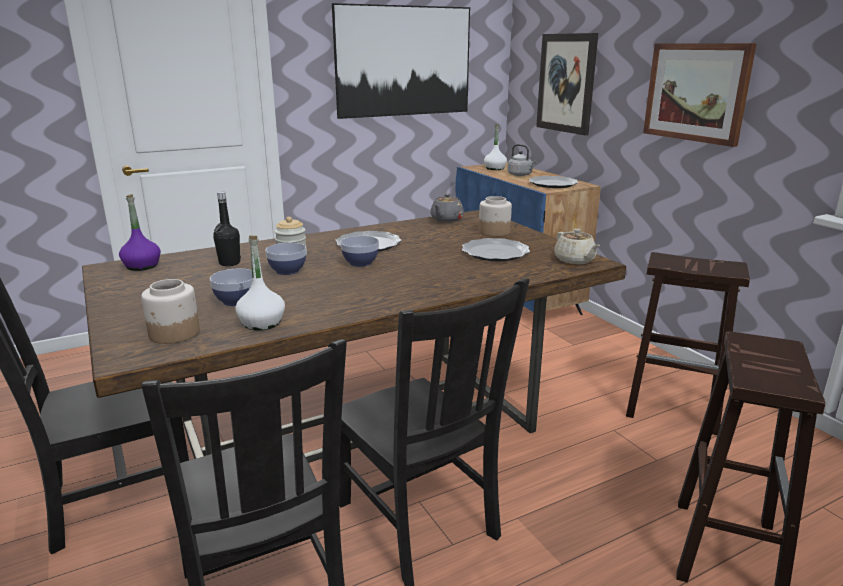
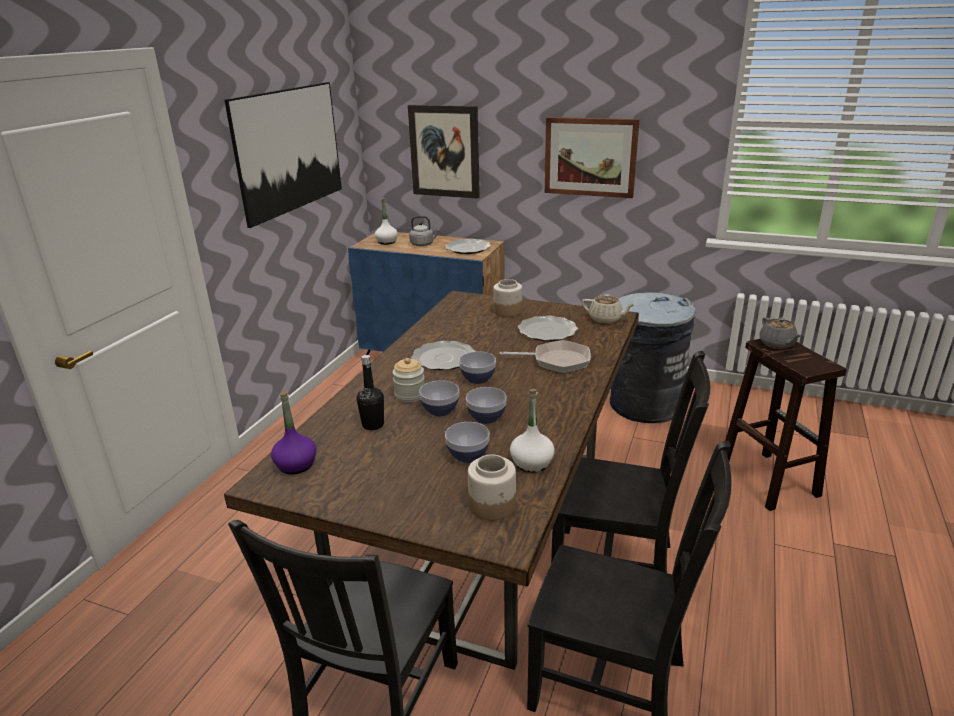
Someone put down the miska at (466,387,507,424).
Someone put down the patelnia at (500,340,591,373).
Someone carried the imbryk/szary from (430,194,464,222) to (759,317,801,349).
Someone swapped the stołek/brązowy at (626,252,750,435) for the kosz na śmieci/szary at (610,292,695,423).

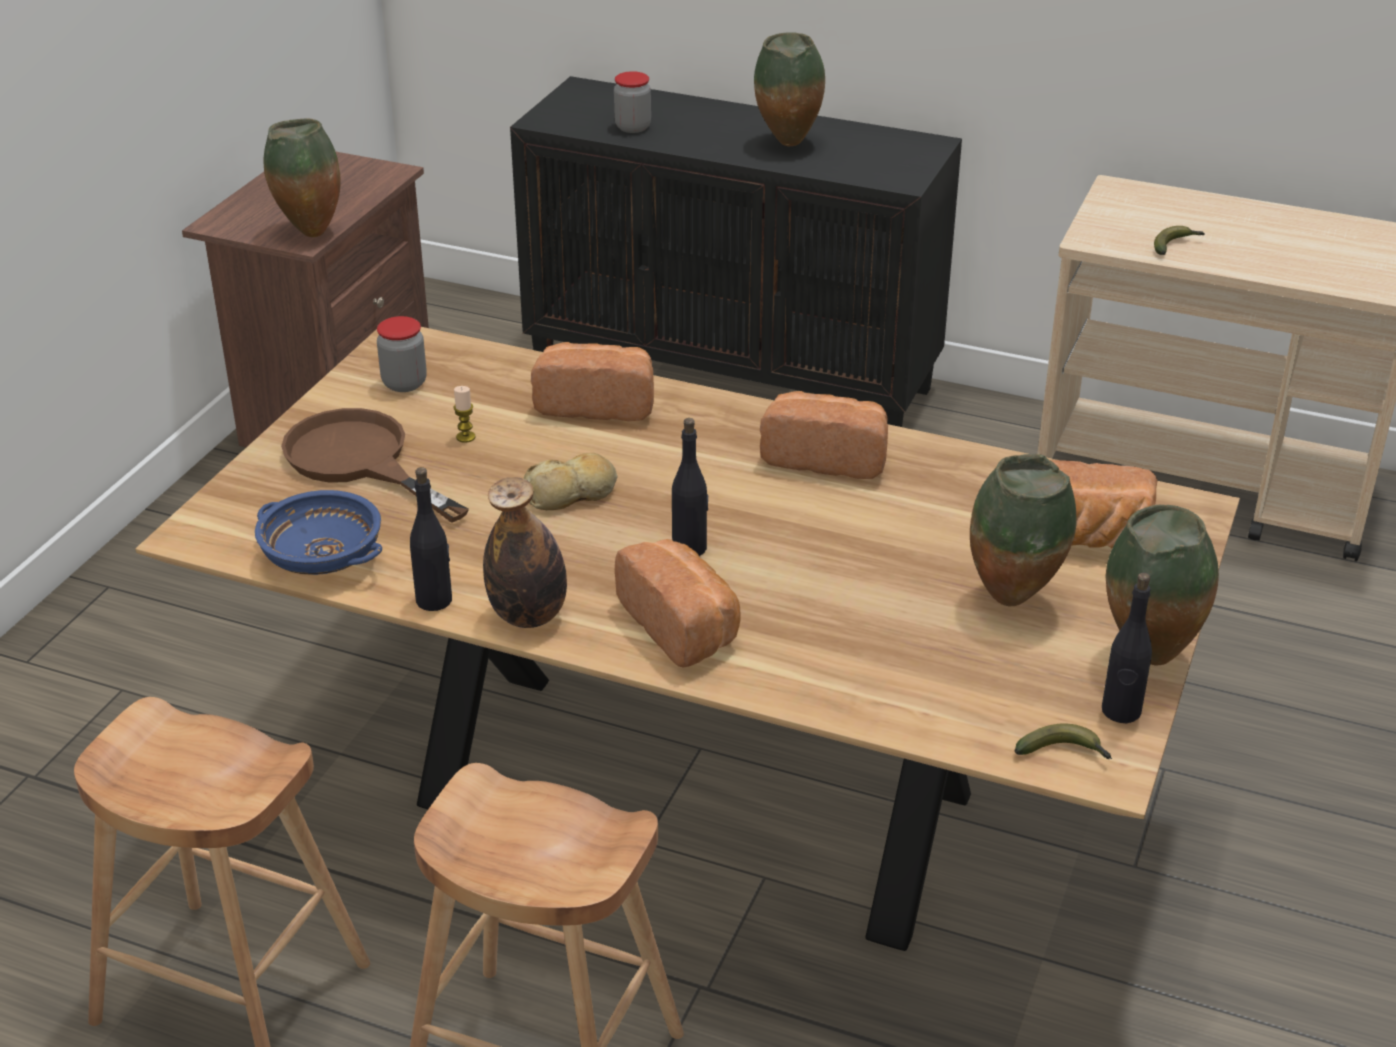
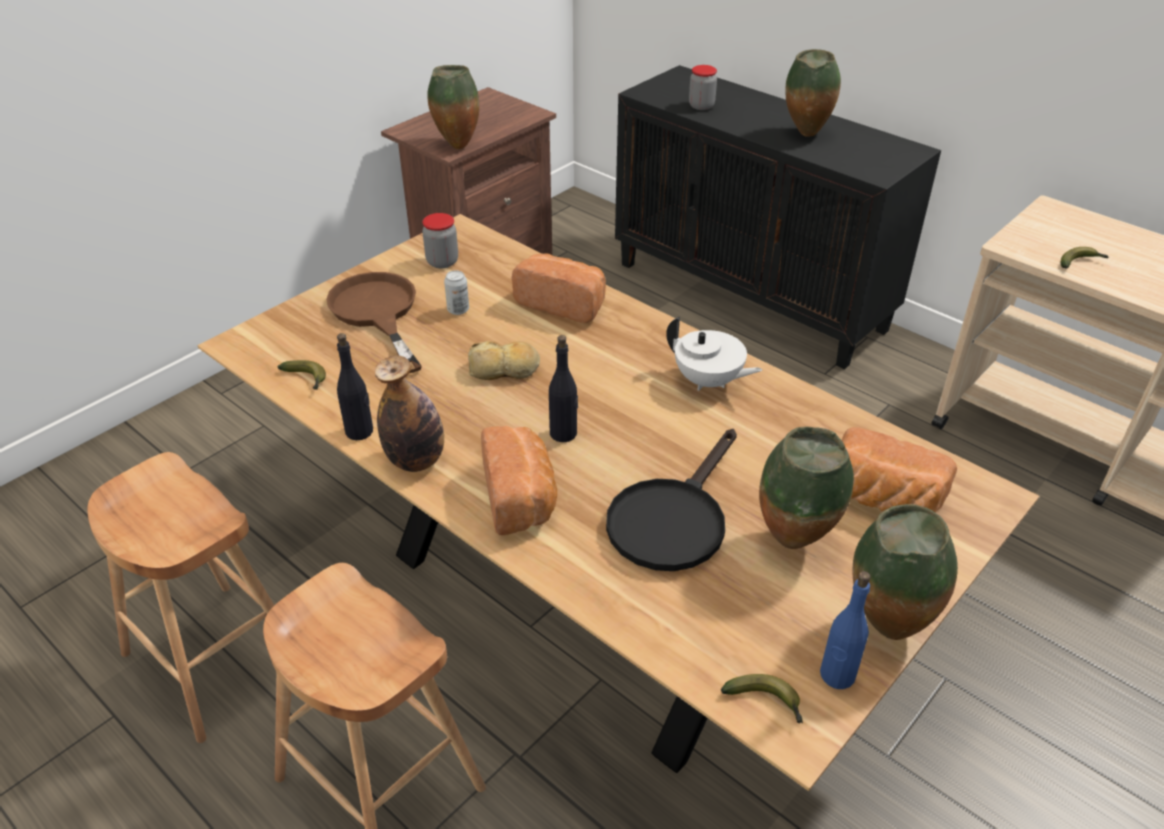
Someone put down the patelnia/czarny at (606,429,737,571).
Someone swapped the miska/niebieski at (255,490,382,575) for the banan at (278,360,326,390).
Someone swapped the świeca at (453,386,476,443) for the puszka at (444,270,469,315).
Someone swapped the chleb at (760,391,888,479) for the imbryk/biały at (666,317,762,391).
Someone repainted the butelka/czarny at (1102,573,1152,723), which became the butelka/niebieski at (820,571,871,689).

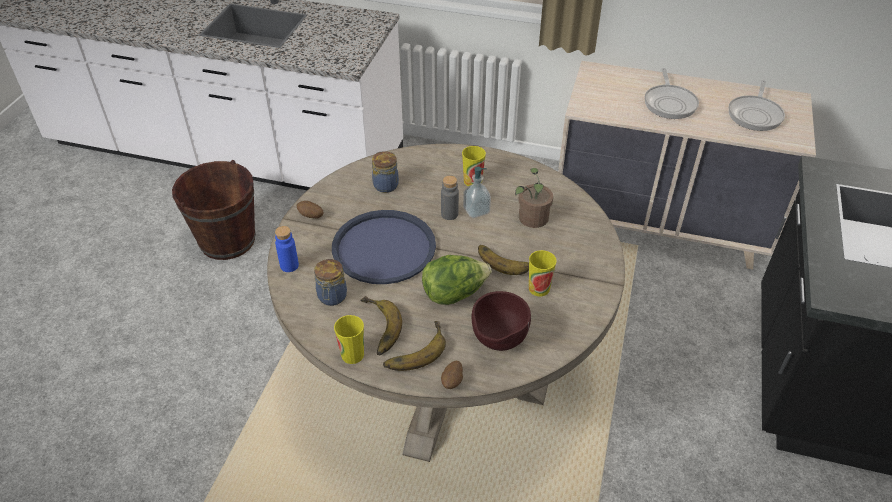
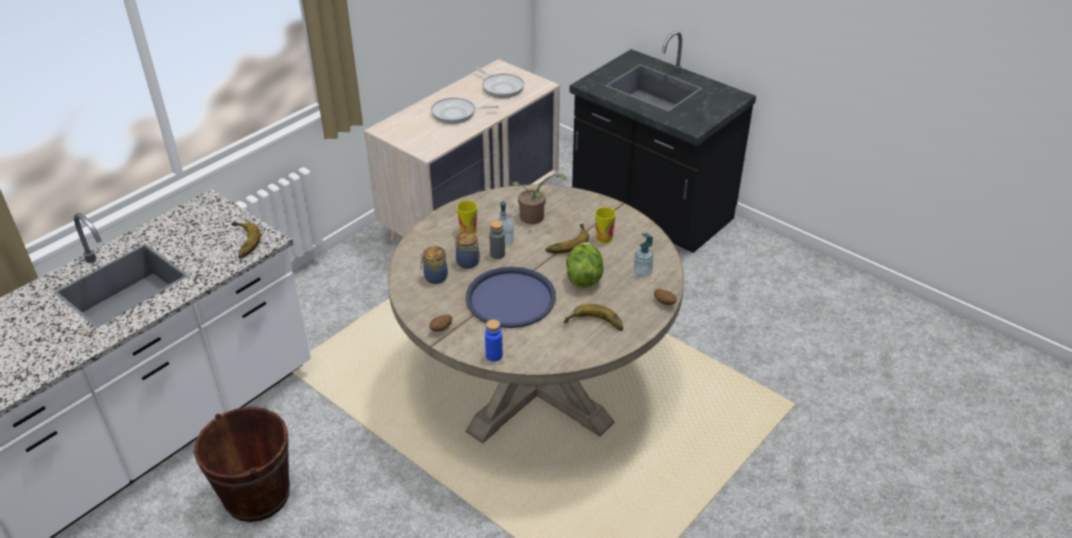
Someone took away the filiżanka at (334,315,364,364).
Someone carried the słoik from (314,259,347,306) to (456,231,480,269).
Someone carried the banan from (383,321,446,371) to (231,221,261,259).
Someone swapped the miska/brązowy at (471,291,531,351) for the dozownik mydła at (634,233,654,277).
Someone rotated the patelnia at (645,68,699,119) by 150 degrees clockwise.

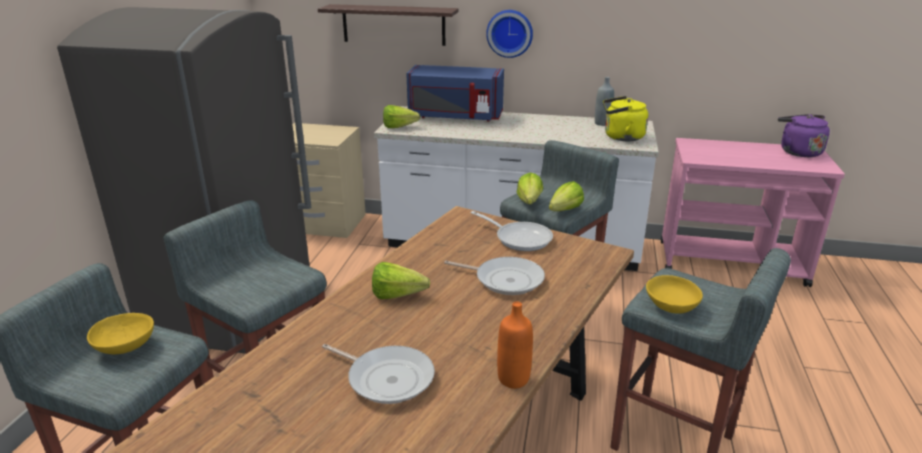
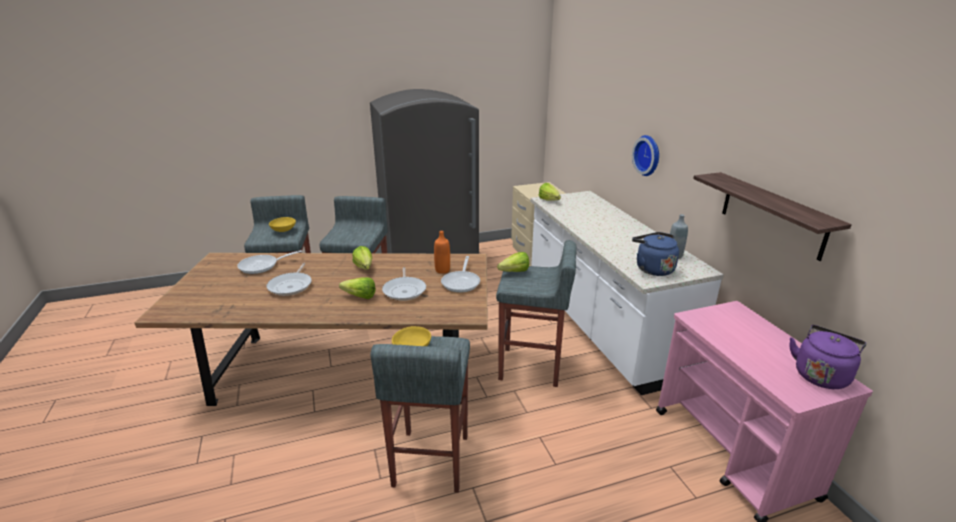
Someone took away the mikrofalówka/niebieski at (406,65,504,122).
Someone put down the patelnia at (237,250,302,274).
Someone carried the półka from (318,4,459,46) to (693,172,852,261).
Someone carried the butelka/pomarańczowy from (497,301,533,389) to (434,231,450,274).
Someone carried the sałata from (549,181,584,211) to (339,277,376,299).
Someone repainted the czajnik/żółty at (603,96,648,141), which became the czajnik/niebieski at (632,232,679,276).

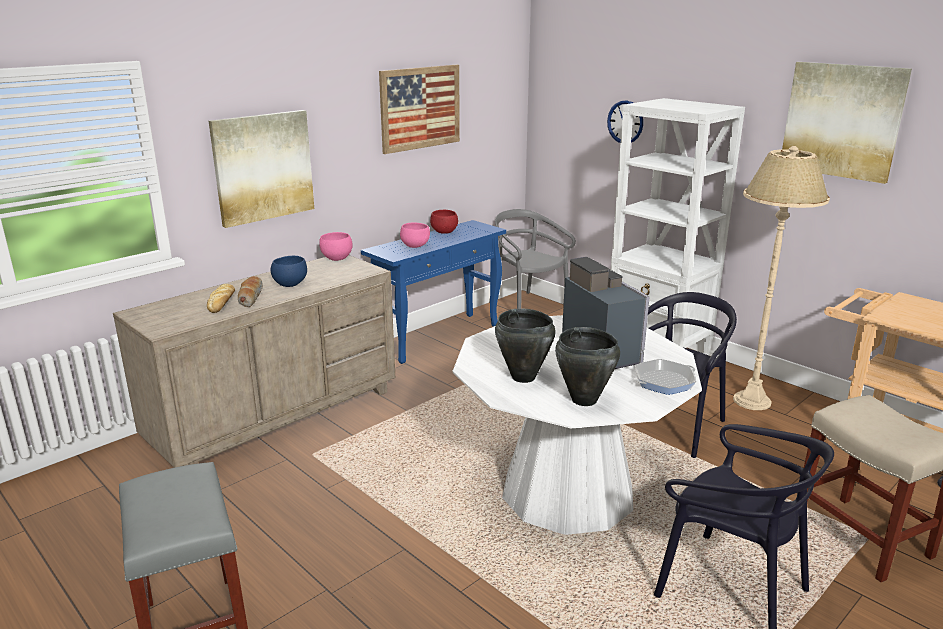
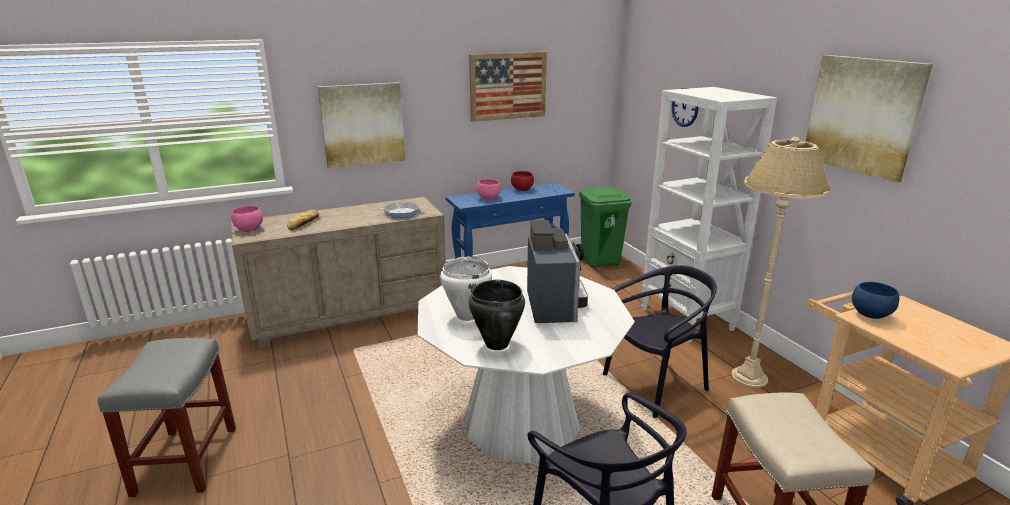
Someone took away the chleb at (238,276,263,307).
Someone carried the miska/niebieski from (271,256,307,287) to (852,282,899,319).
Someone carried the miska/różowy from (319,232,353,261) to (231,206,263,232).
Someone carried the patelnia from (634,359,696,395) to (380,202,423,218).
Someone swapped the krzesło/szary at (489,209,576,309) for the kosz na śmieci/zielony at (576,187,632,268).
Someone repainted the garnek/czarny at (495,308,556,383), which became the garnek/biały at (440,257,492,321).

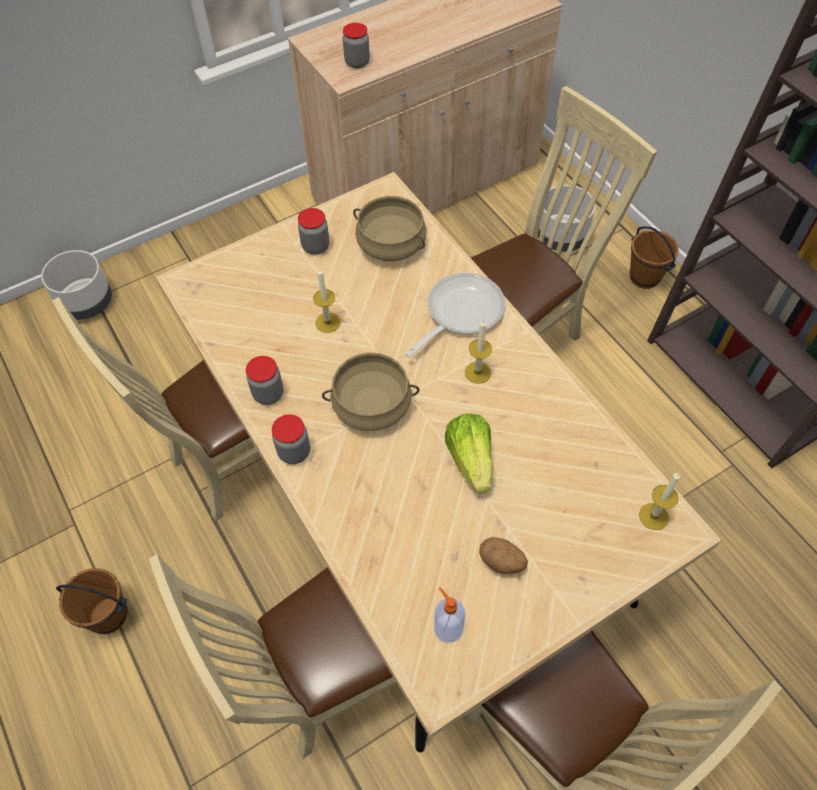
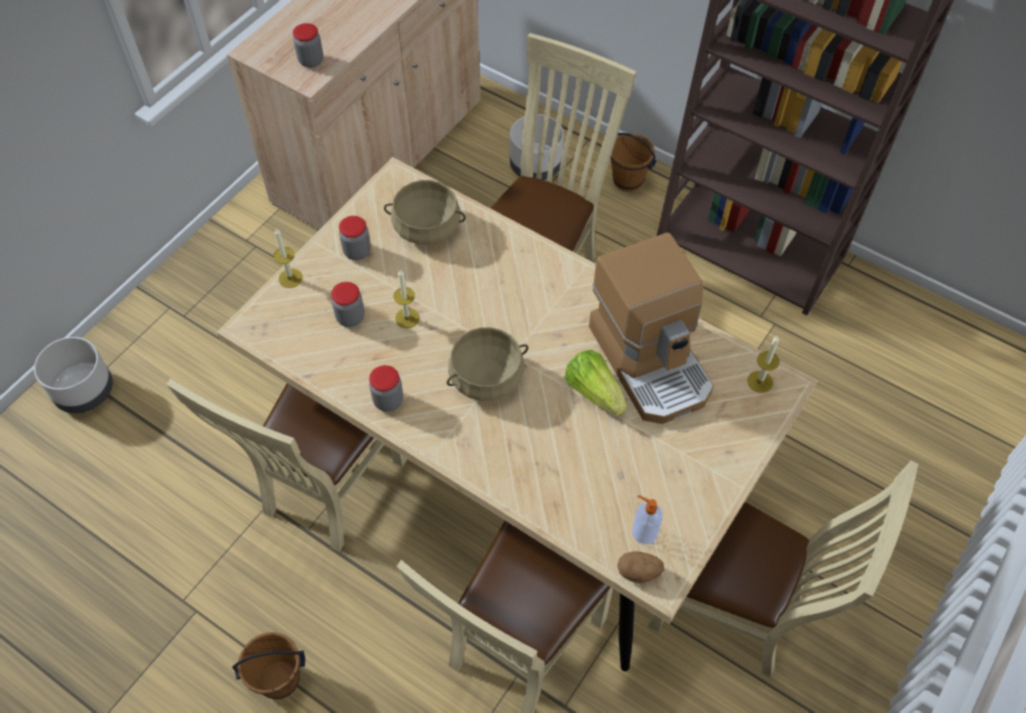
Someone took away the patelnia at (405,273,505,358).
Someone put down the ekspres do kawy at (589,233,714,424).
Someone carried the słoik from (272,414,310,464) to (331,282,365,327).
Someone carried the świeca from (465,320,492,384) to (273,228,303,288).
Someone carried the ziemniak from (479,537,528,574) to (617,551,665,583).

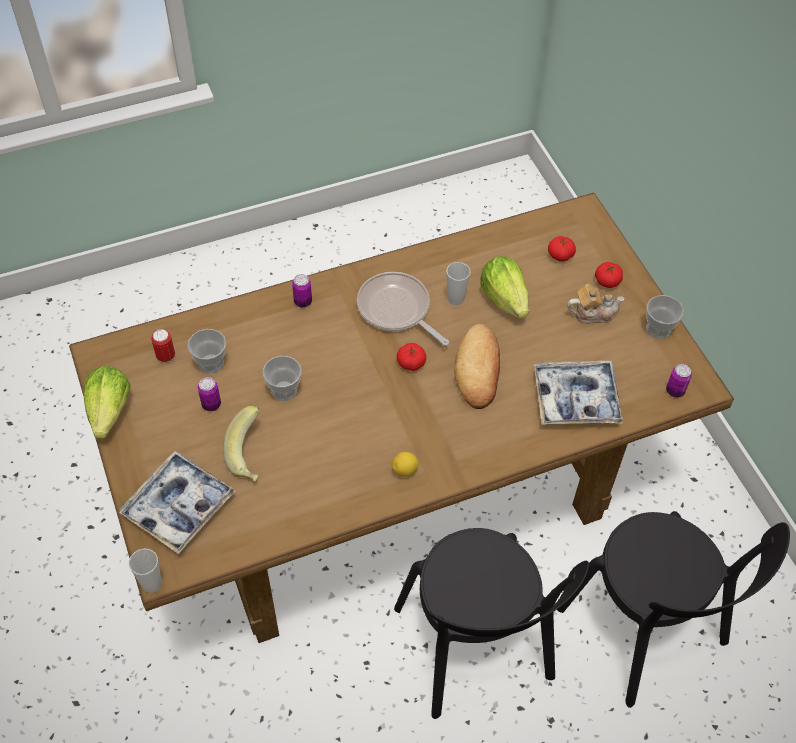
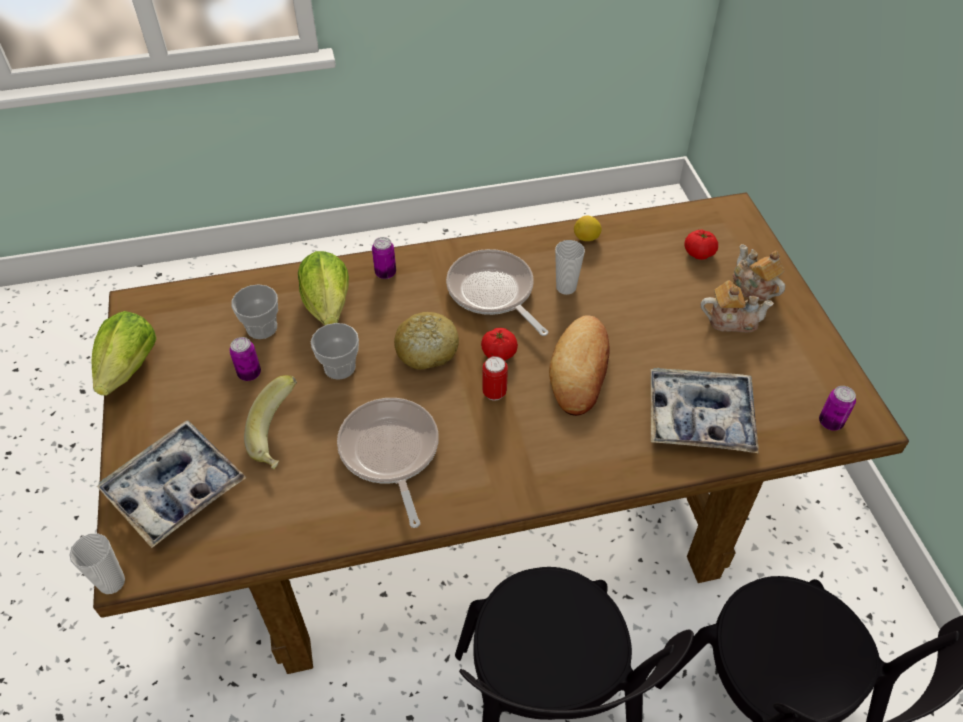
Someone took away the filiżanka at (646,295,684,339).
Someone put down the patelnia at (337,398,439,528).
Someone put down the chleb at (394,312,459,369).
Someone carried the puszka from (151,329,175,363) to (482,356,508,401).
Someone carried the cytryna from (392,452,418,477) to (574,216,602,241).
Someone carried the sałata from (481,256,529,319) to (298,251,349,325).
Someone swapped the pomidor at (595,262,623,288) for the imbryk at (733,244,785,301).

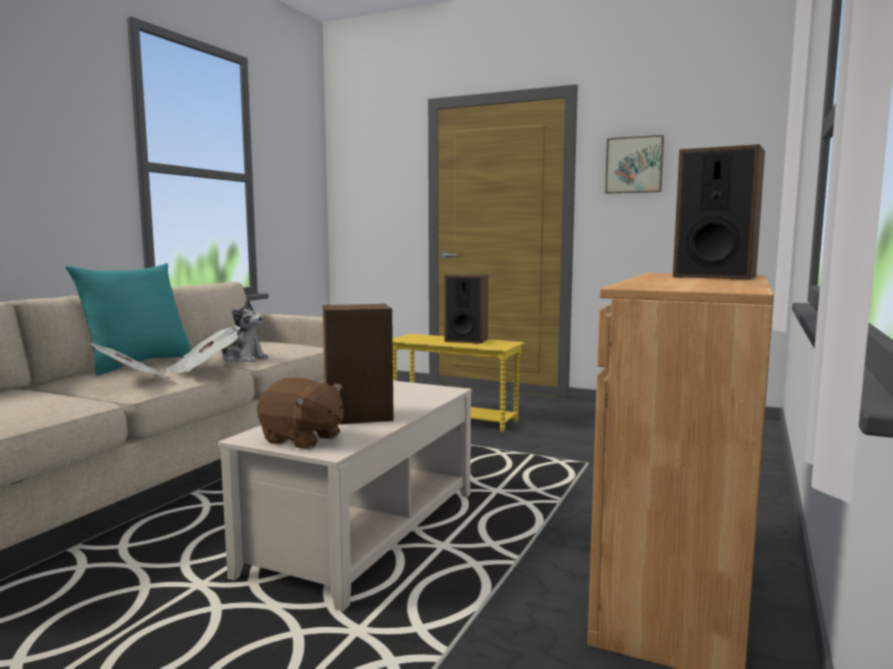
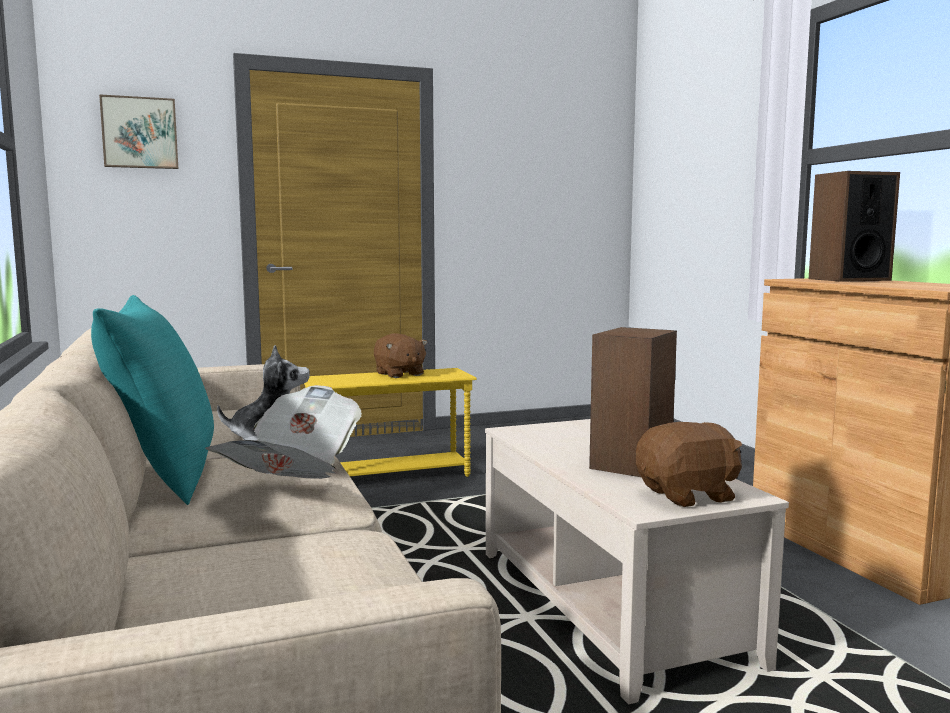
Someone carried the obraz from (605,135,664,194) to (99,94,178,169).
Someone swapped the głośnik at (445,274,488,344) for the pluszak/brązowy at (374,333,427,378).

